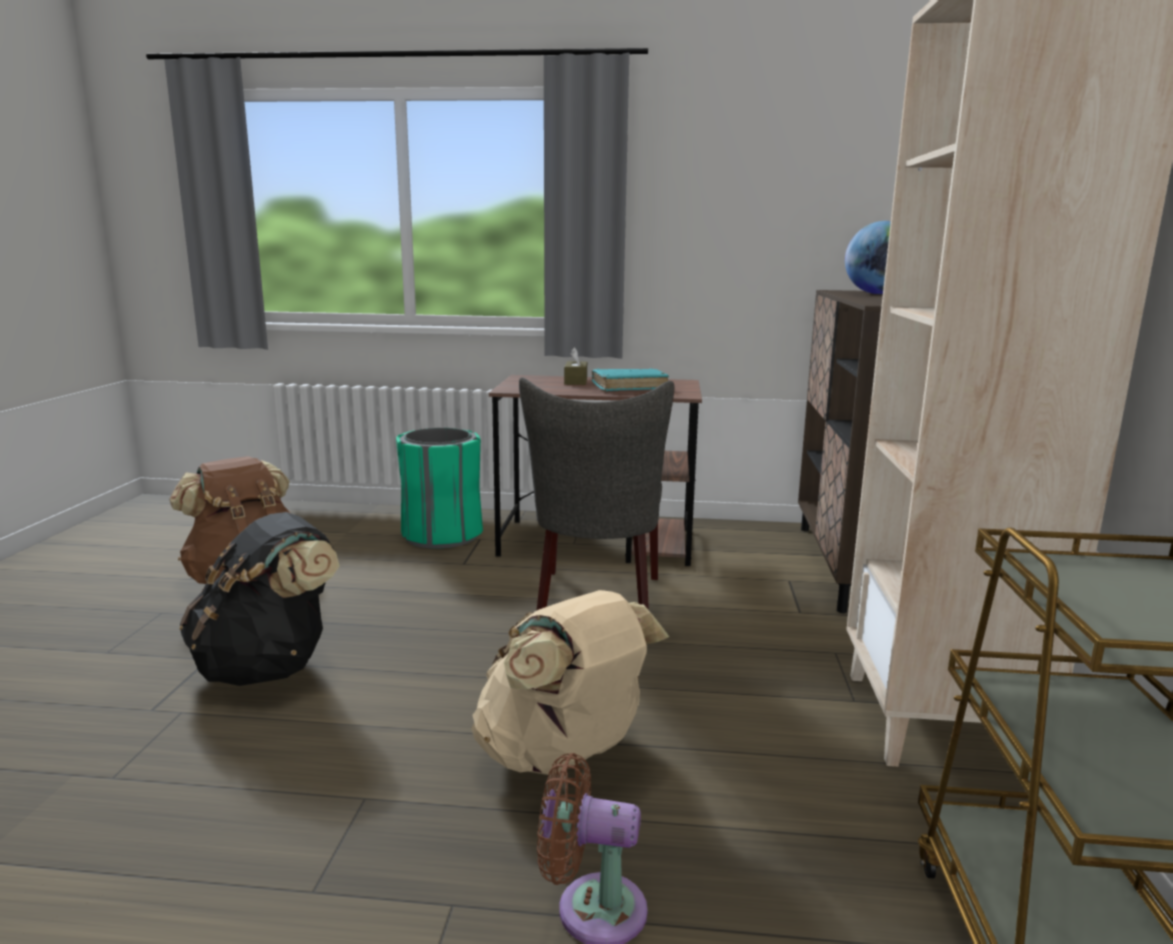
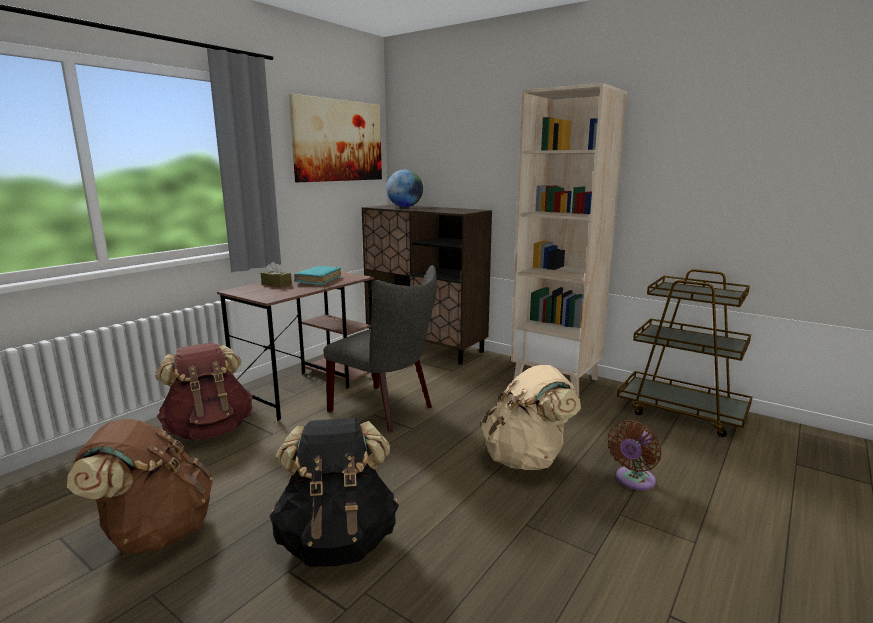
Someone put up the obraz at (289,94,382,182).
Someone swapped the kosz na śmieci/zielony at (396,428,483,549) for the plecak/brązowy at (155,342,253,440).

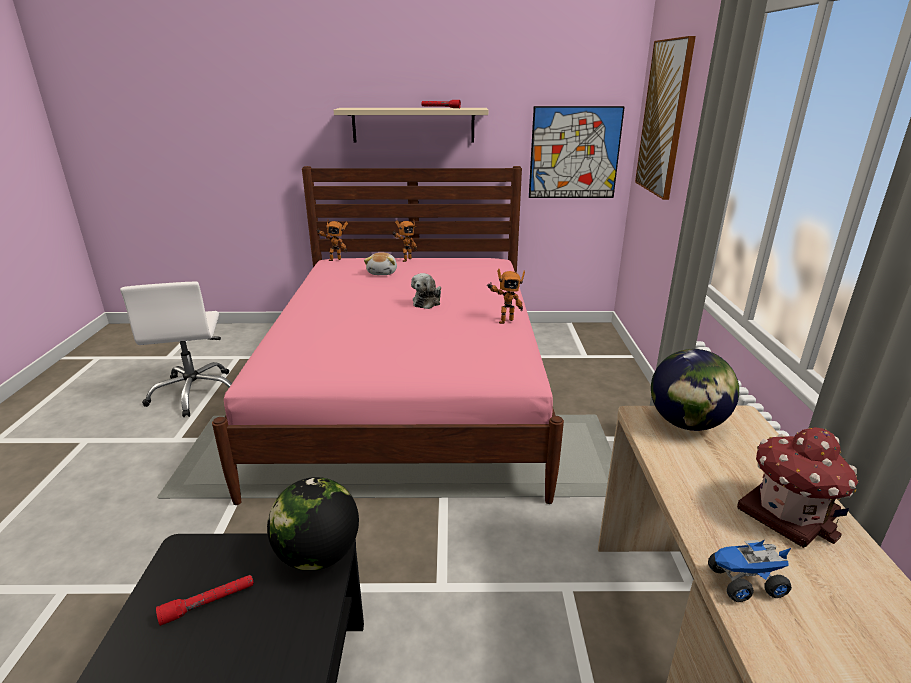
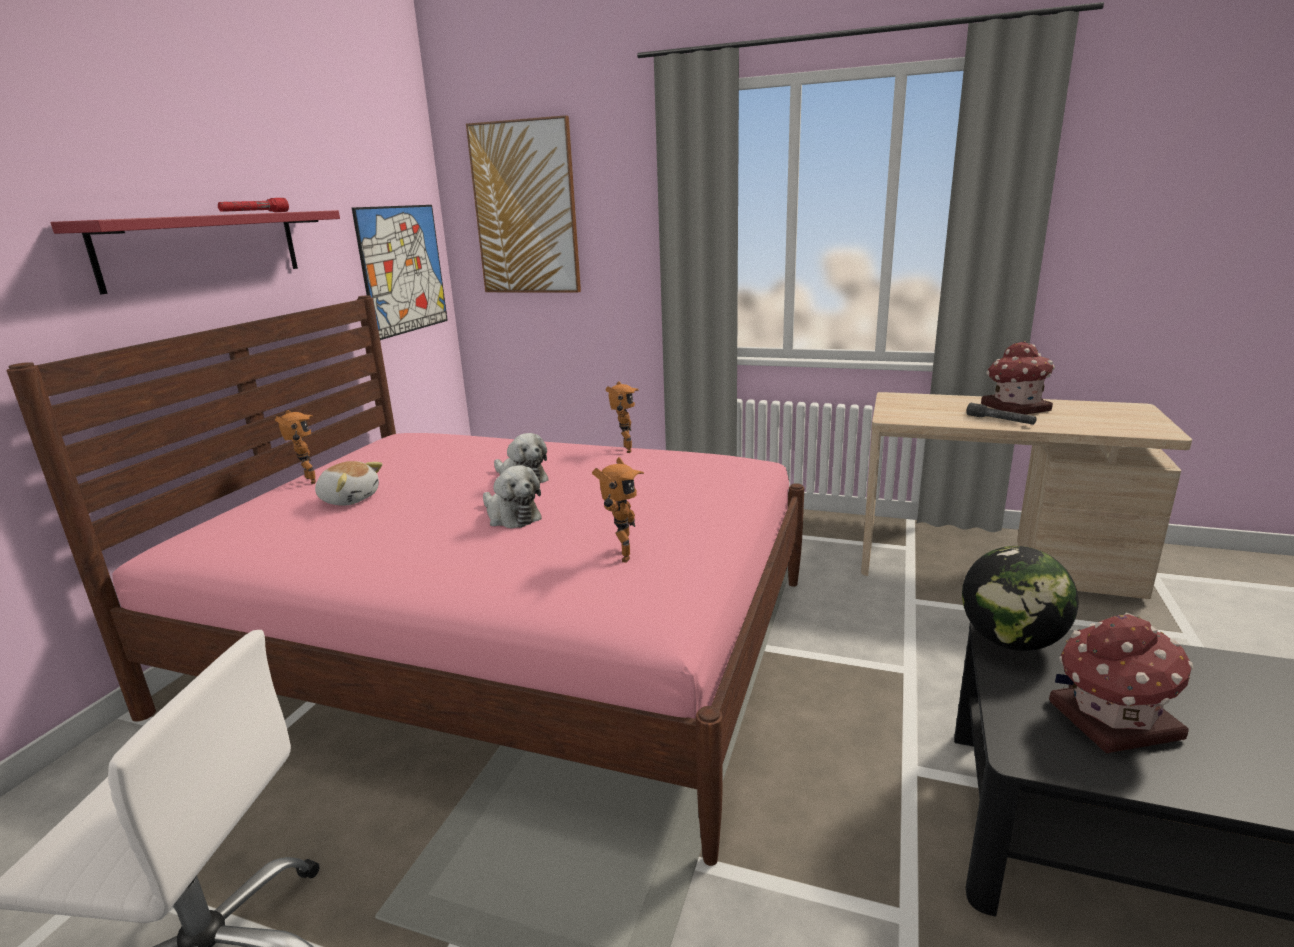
Someone took away the globus at (651,349,739,431).
Someone took away the ciężarówka zabawkowa at (708,539,792,602).
Someone put down the pluszak at (483,465,542,528).
Someone put down the latarka/szary at (966,403,1037,425).
Someone carried the robot zabawkowy from (317,219,348,261) to (592,457,644,563).
Someone swapped the latarka/czerwony at (156,575,254,626) for the domek at (1049,613,1193,753).
Someone repainted the półka/beżowy at (334,108,488,142), which became the półka/czerwony at (51,210,340,294).

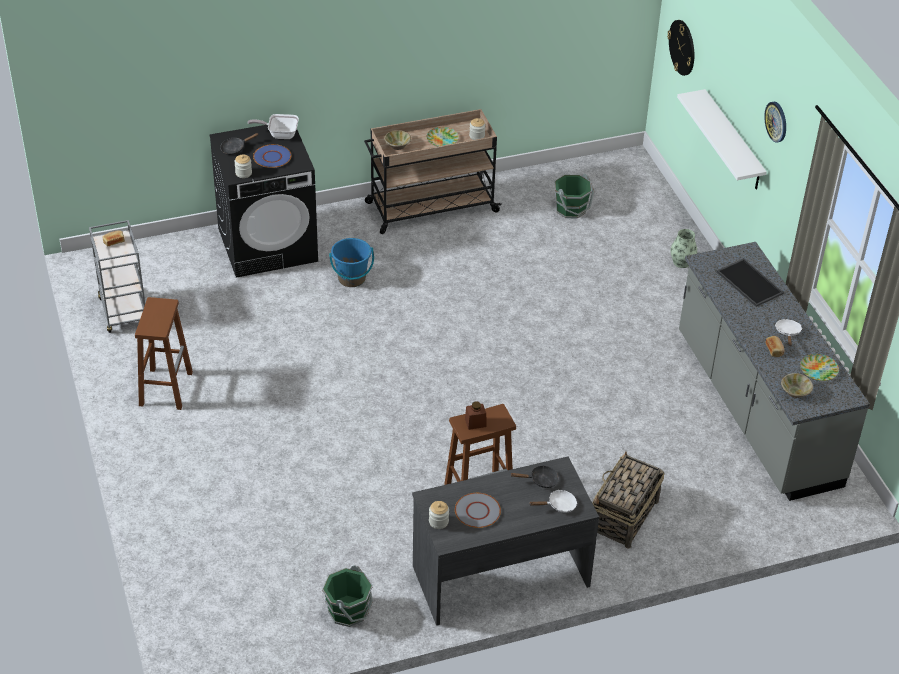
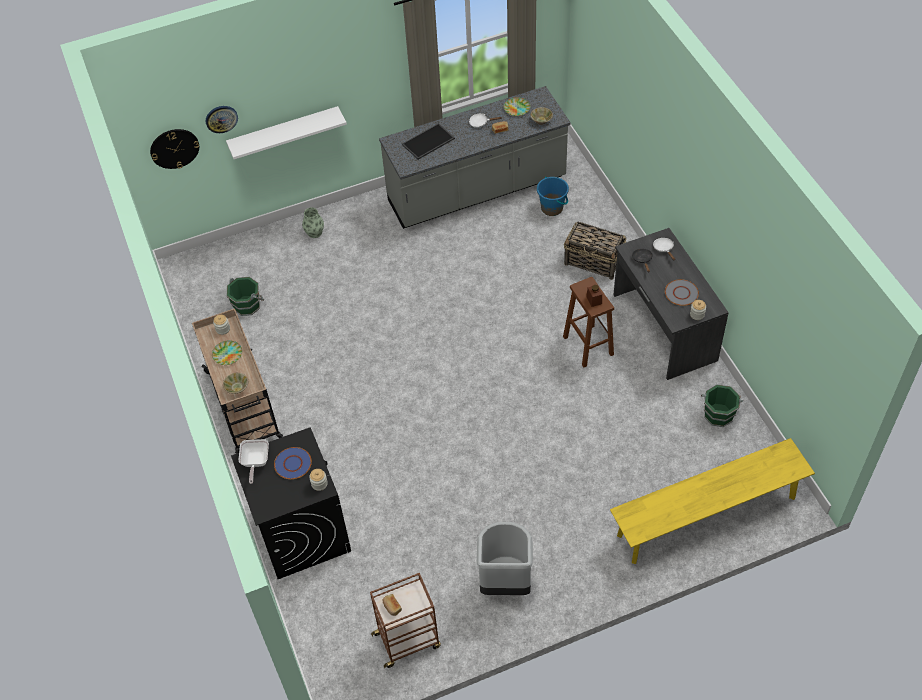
Someone took away the patelnia/czarny at (220,133,258,155).
Someone put down the ławka/żółty at (610,438,815,564).
Someone carried the wiadro/niebieski from (329,238,374,287) to (537,177,569,216).
Someone carried the zegar ścienny from (764,102,786,142) to (206,106,238,133).
Someone swapped the stołek/brązowy at (135,297,193,410) for the kosz na śmieci/szary at (477,522,533,595).
Someone repainted the wózek/szary at (89,220,145,333), which became the wózek/brązowy at (370,573,441,668).

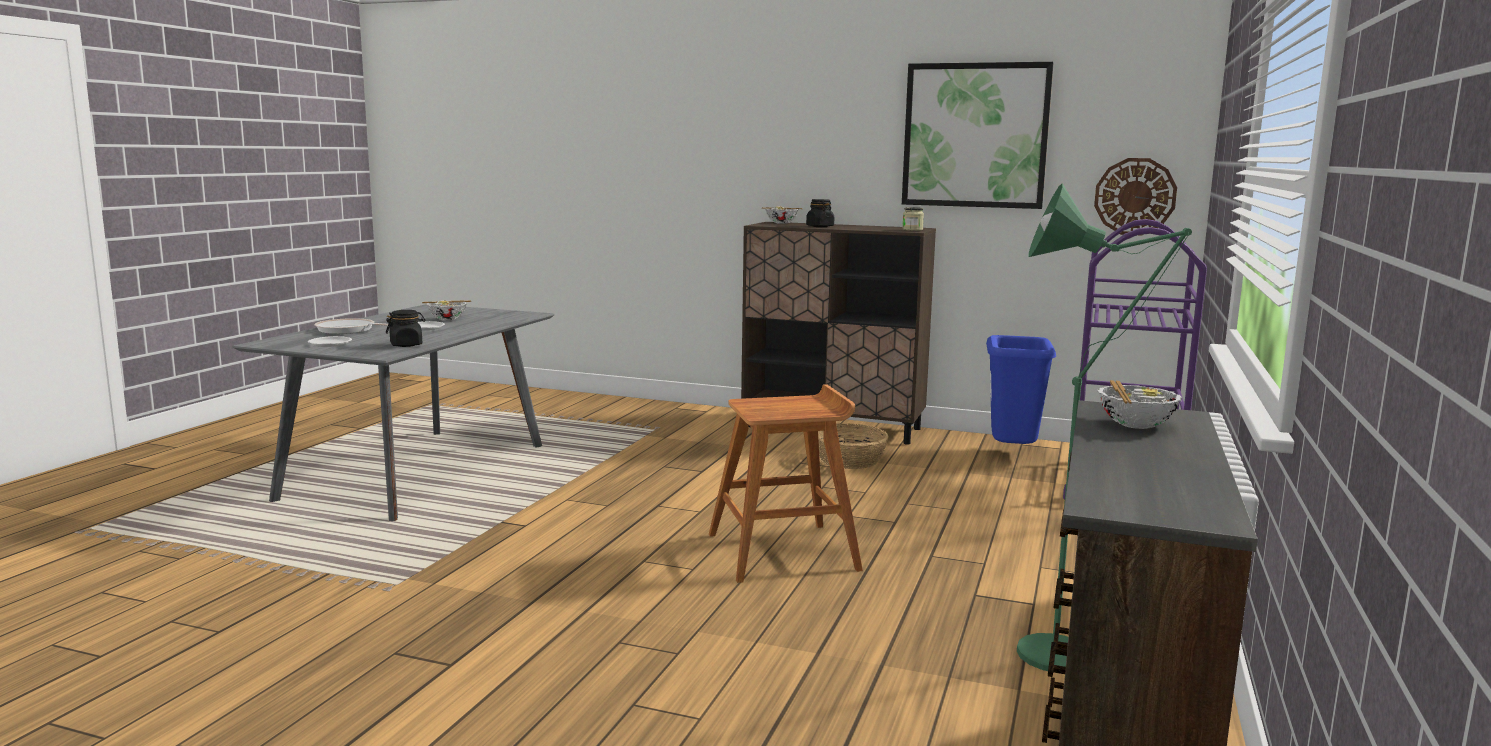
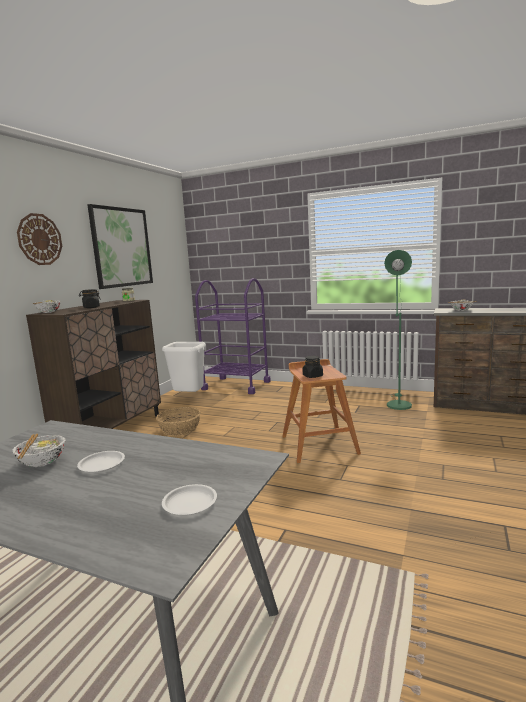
Someone took away the patelnia at (315,318,388,334).
Someone carried the słoik/czarny from (386,310,426,347) to (303,356,323,378).
Someone carried the zegar ścienny from (1094,158,1177,235) to (17,213,62,265).
Someone repainted the kosz na śmieci/niebieski at (986,335,1056,444), which became the kosz na śmieci/biały at (162,342,206,392).

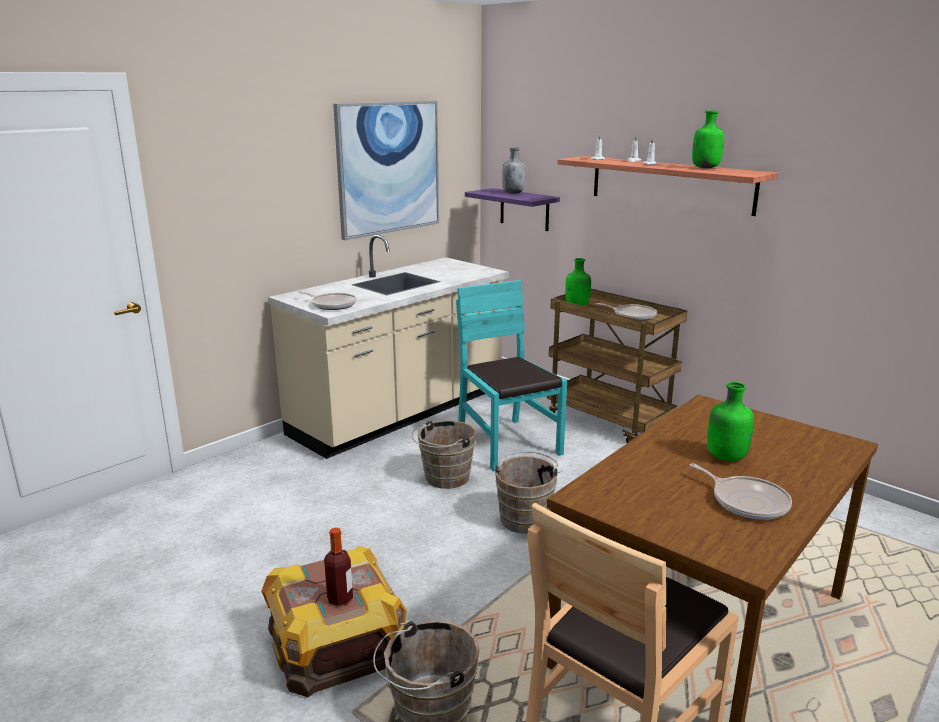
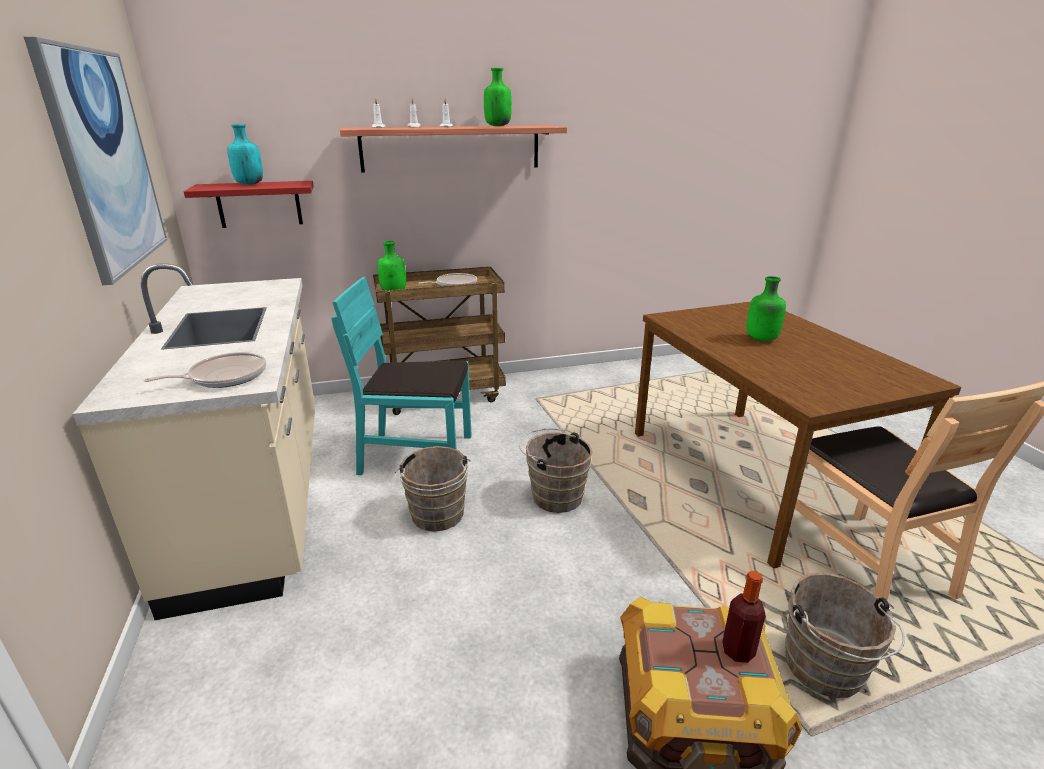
Someone took away the patelnia at (690,463,792,520).
Someone repainted the półka/fioletowy at (465,188,560,231), which became the półka/czerwony at (184,181,314,228).
Someone repainted the butelka/szary at (502,148,526,194), which became the butelka/turkusowy at (227,124,263,185).

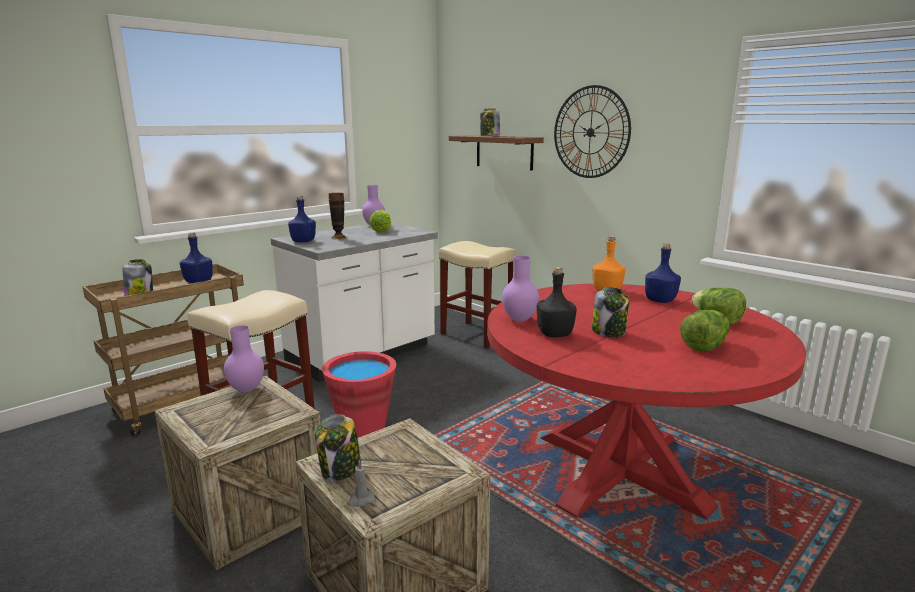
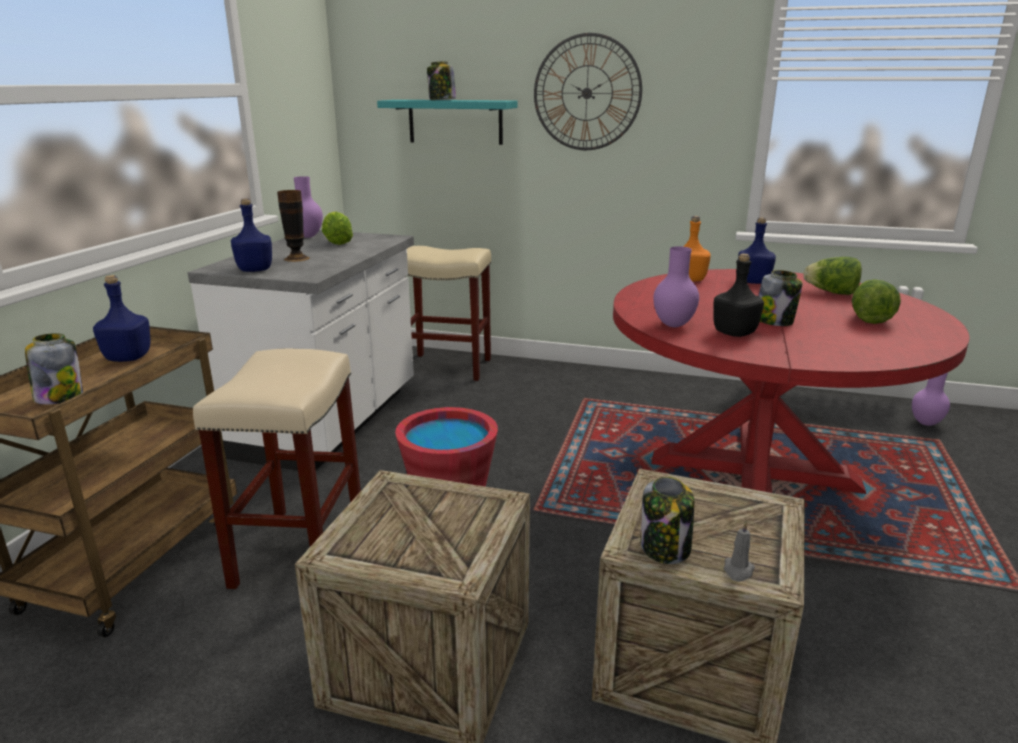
Someone carried the wazon/fioletowy from (224,325,264,393) to (912,372,950,426).
Someone repainted the półka/brązowy at (449,135,544,171), which became the półka/turkusowy at (377,100,518,145).

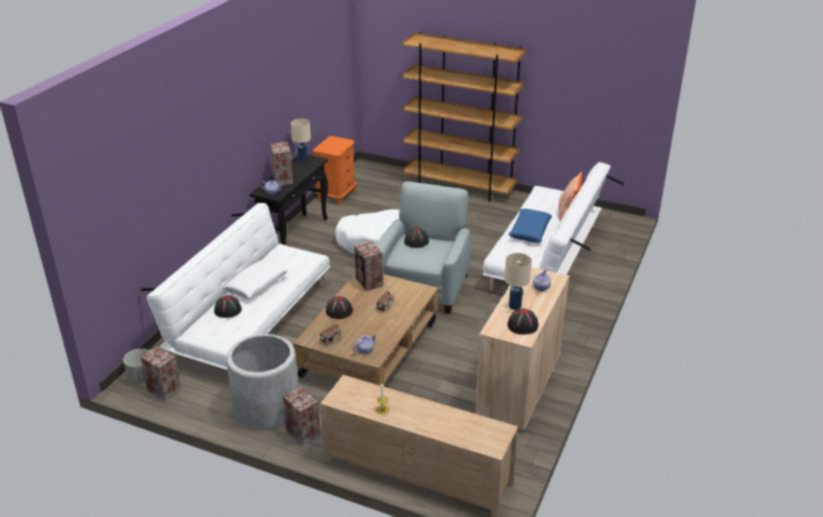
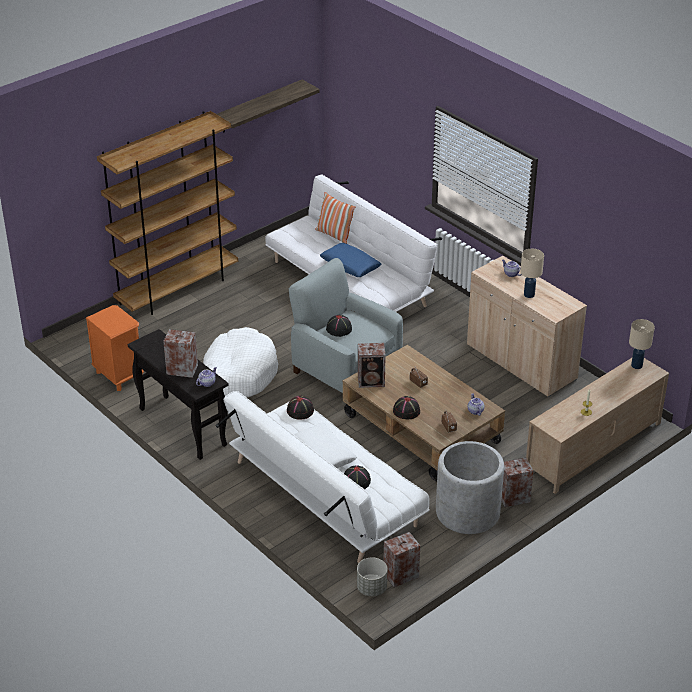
Someone put up the półka at (217,80,320,133).
Someone carried the lampa stołowa/beżowy from (291,119,311,163) to (629,319,655,369).
Someone carried the kapelusz/czarny from (507,308,539,335) to (287,395,314,420).

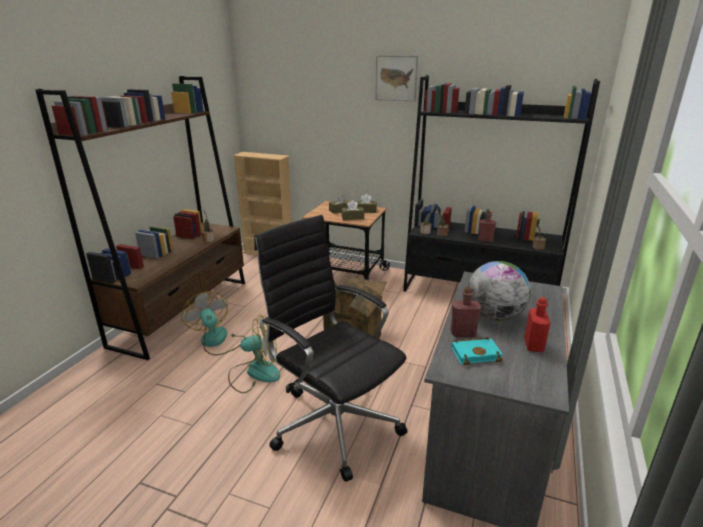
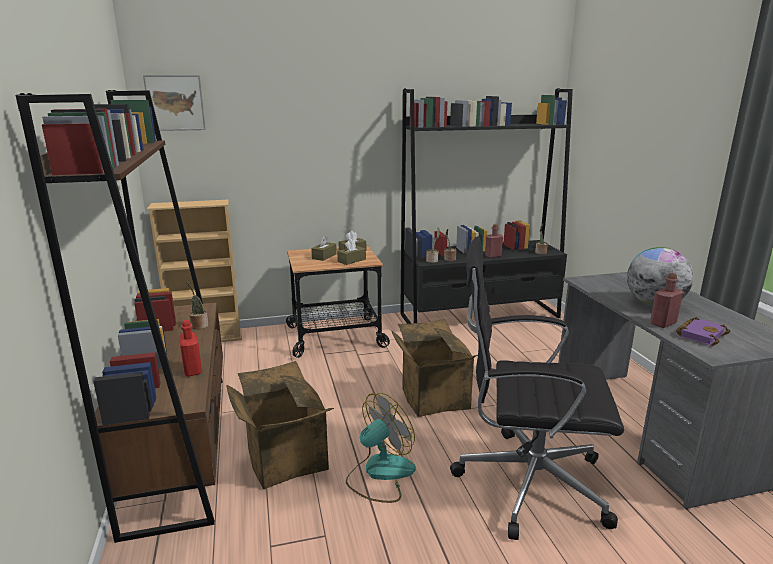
Someone carried the obraz from (375,55,418,102) to (143,75,206,131).
Someone carried the butelka/czerwony from (524,297,550,352) to (179,320,202,376).
Someone swapped the wentylator at (181,291,245,356) for the karton at (226,361,334,489).
Someone repainted the książka/turkusowy at (451,337,503,365), which became the książka/fioletowy at (676,317,731,346).

